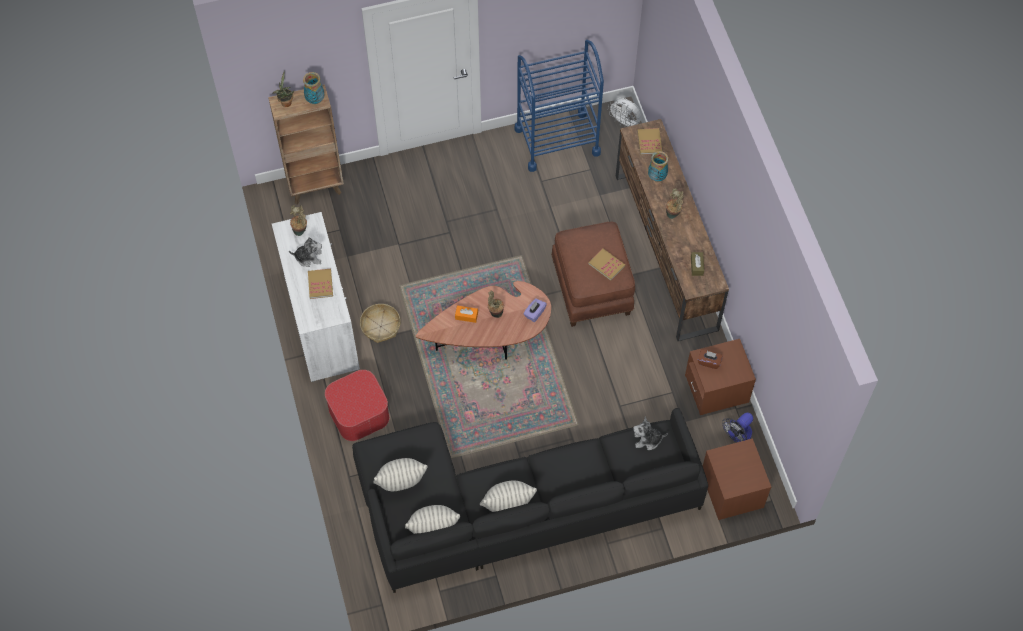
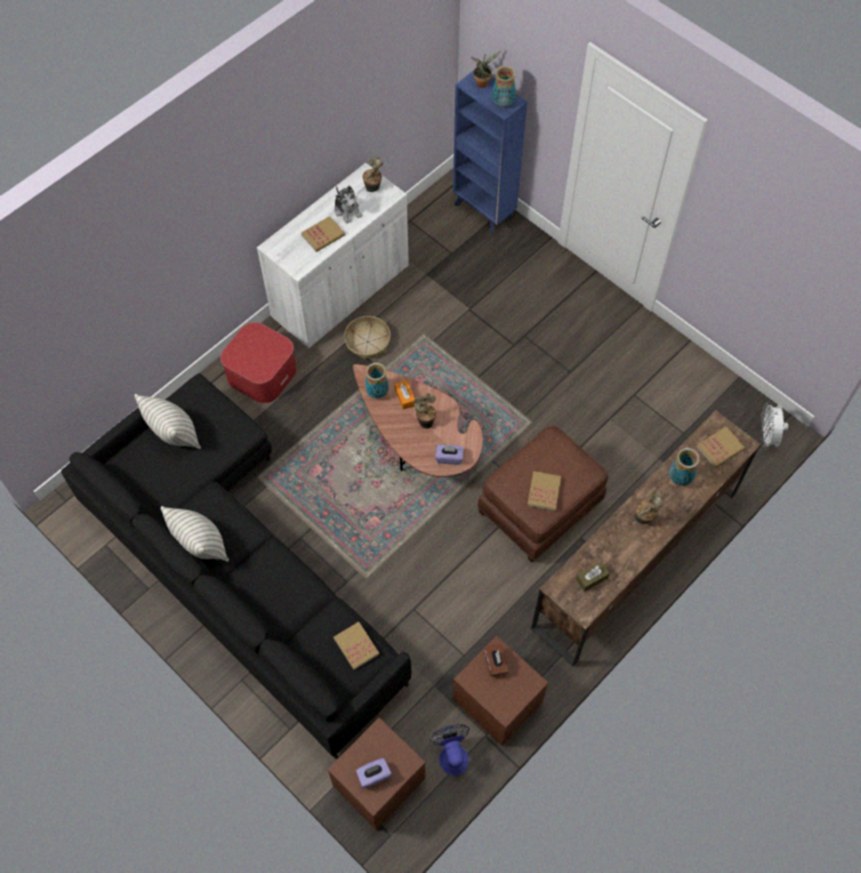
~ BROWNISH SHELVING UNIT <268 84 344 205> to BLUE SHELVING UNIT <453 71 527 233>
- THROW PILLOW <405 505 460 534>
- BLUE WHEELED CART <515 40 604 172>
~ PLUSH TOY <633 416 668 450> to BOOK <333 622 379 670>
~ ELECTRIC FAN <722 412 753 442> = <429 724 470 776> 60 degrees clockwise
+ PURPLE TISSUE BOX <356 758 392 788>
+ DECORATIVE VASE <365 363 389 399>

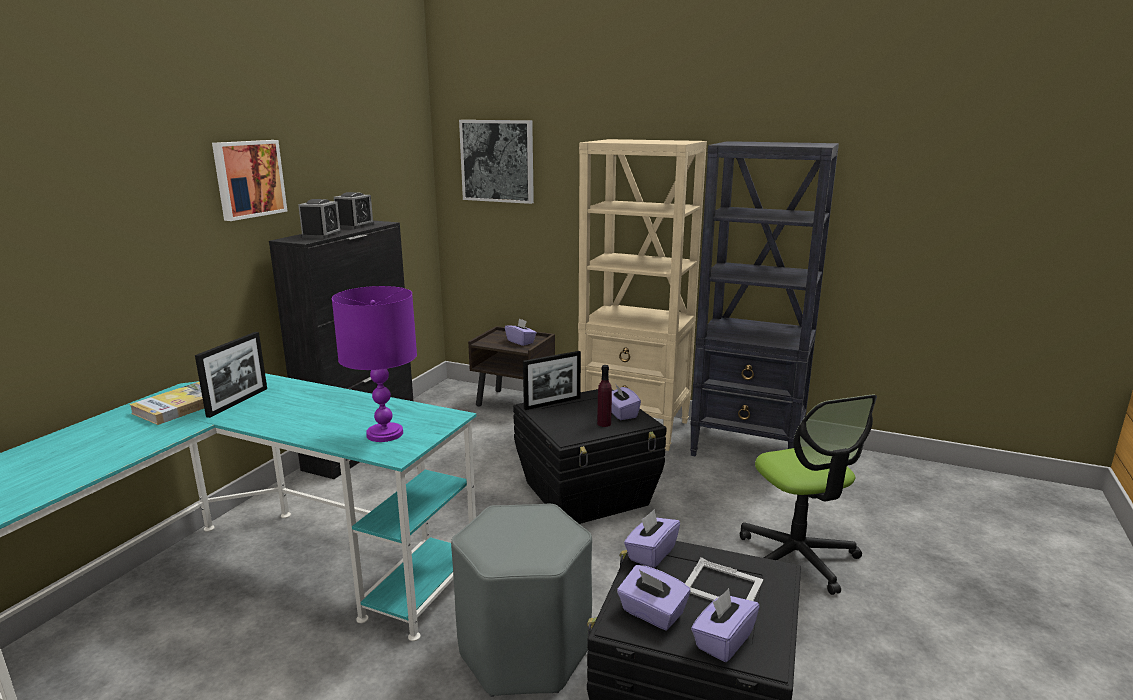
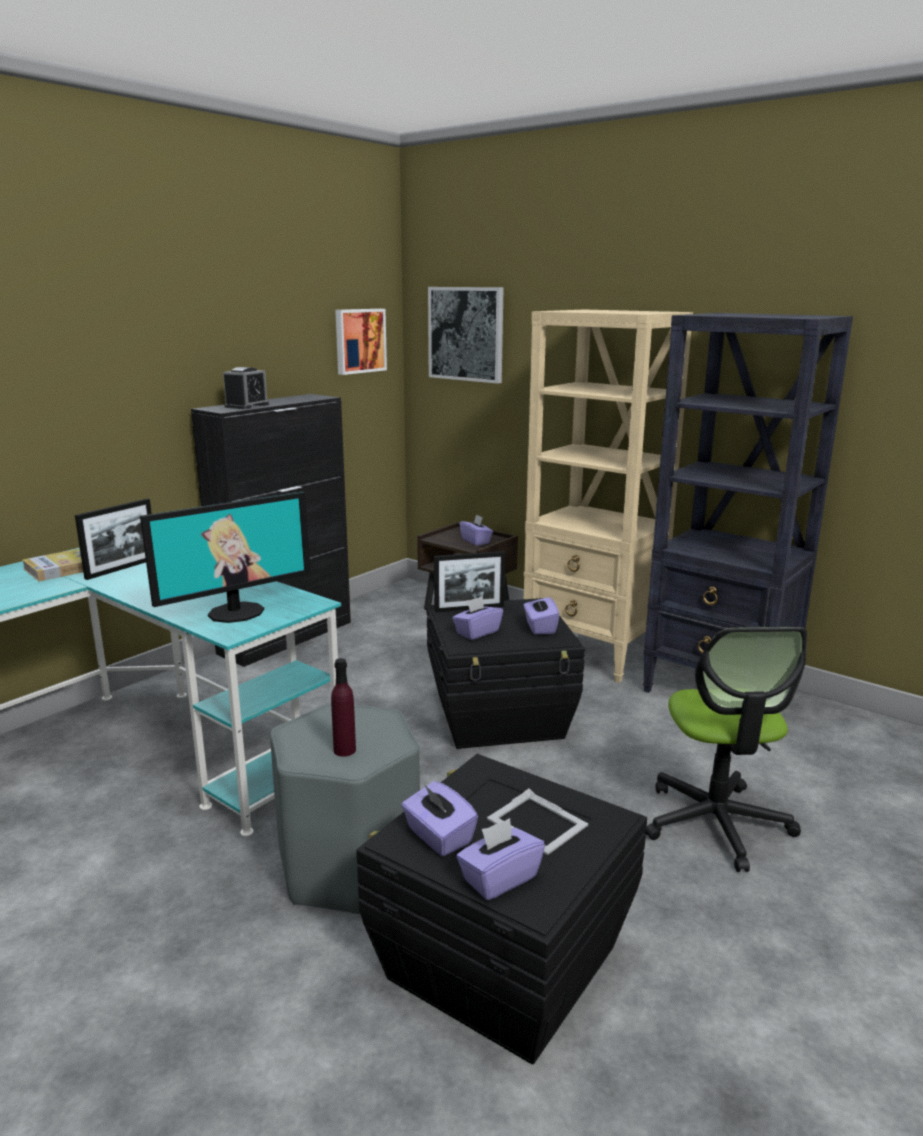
~ PICTURE <212 140 288 221> to <335 309 387 375>
~ PURPLE LAMP FOR A TABLE <332 286 417 442> to COMPUTER SCREEN <140 491 311 623>
- BEDSIDE CLOCK <334 192 374 229>
~ PURPLE BEVERAGE BOTTLE <597 365 612 427> to <331 658 356 757>
~ PURPLE TISSUE BOX <624 509 680 568> to <452 596 503 640>

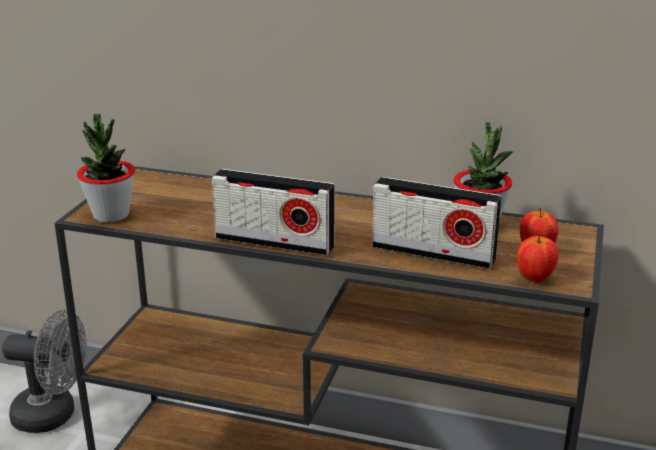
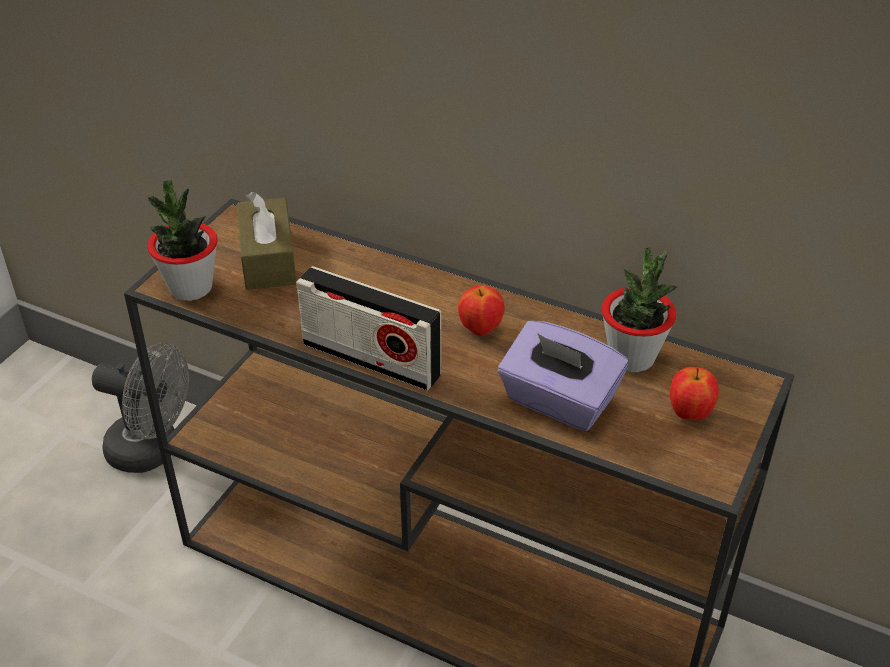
~ RADIO SET <372 177 502 269> to PURPLE TISSUE BOX <498 320 628 431>
~ APPLE <517 236 559 283> to <458 286 505 336>
+ BROWNISH TISSUE BOX <237 192 297 290>

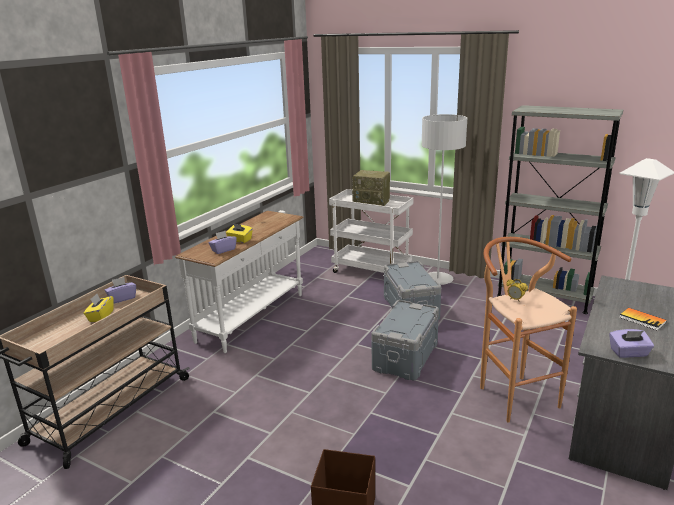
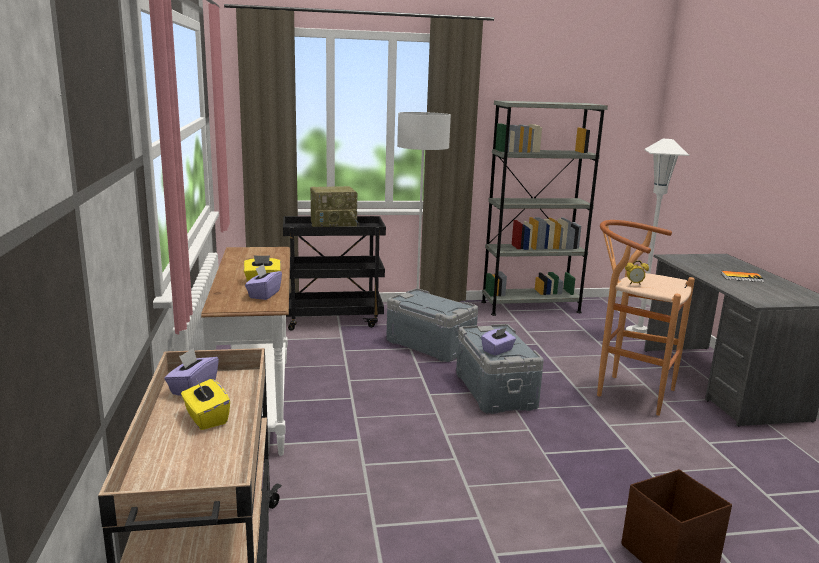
~ WHITE WHEELED CART <329 189 414 276> to BLACK-COLOURED WHEELED CART <283 216 386 330>
~ PURPLE TISSUE BOX <609 329 654 358> to <481 328 516 356>

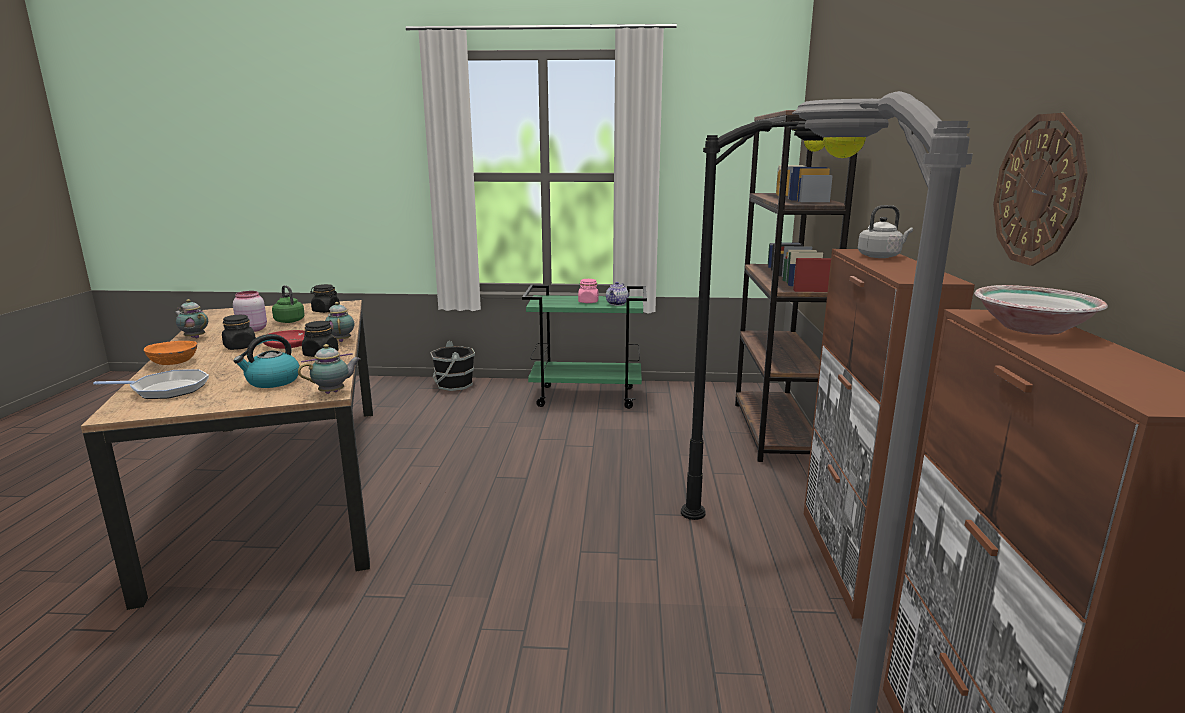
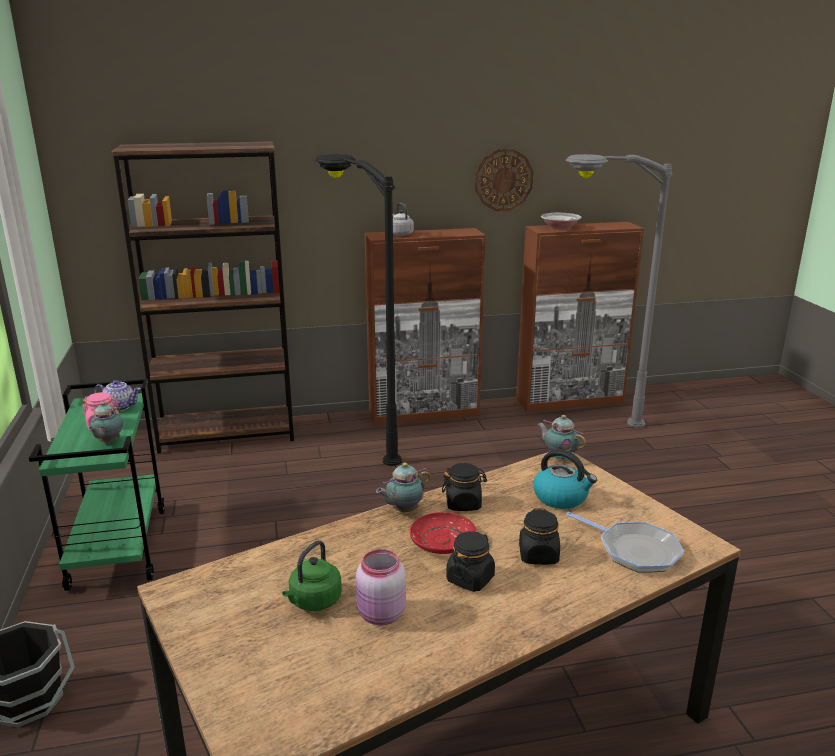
~ PAN <93 369 209 399> = <566 512 684 573> 150 degrees clockwise
- ORANGEY SERVING BOWL <144 341 197 365>
~ TEAPOT <174 299 208 338> to <88 402 123 443>
~ BLACK-COLOURED STORAGE JAR <310 284 340 313> to <519 508 560 565>

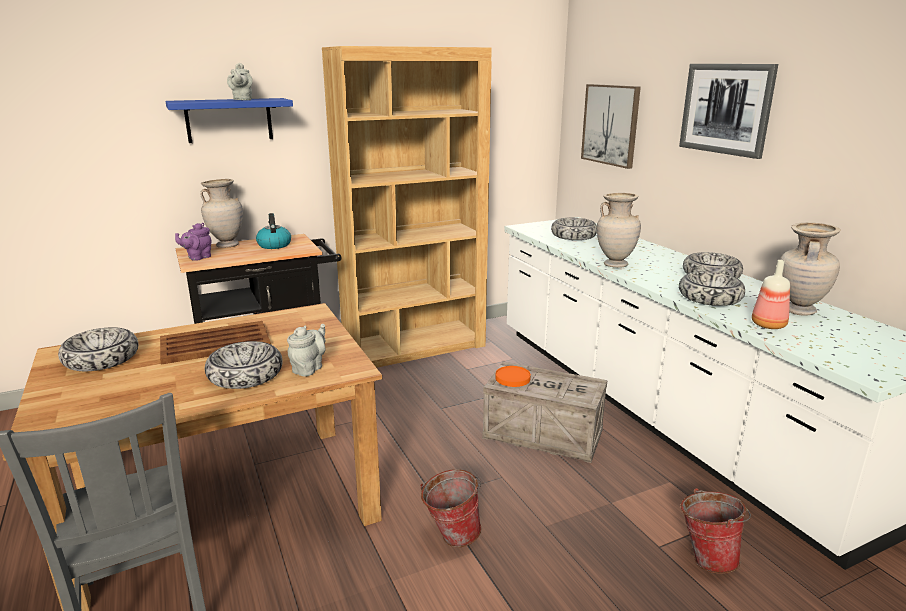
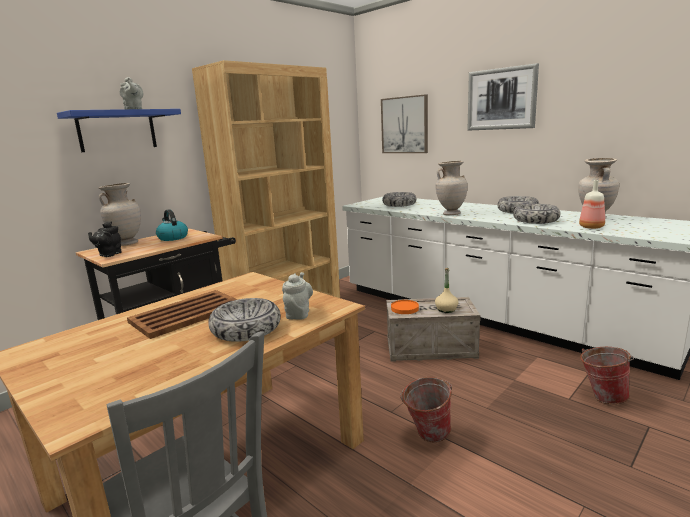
- SERVING BOWL <58 327 138 371>
~ PURPLE TEAPOT <175 223 211 261> to BLACK-COLOURED TEAPOT <88 222 122 257>
+ BEIGE BEVERAGE BOTTLE <435 268 458 313>

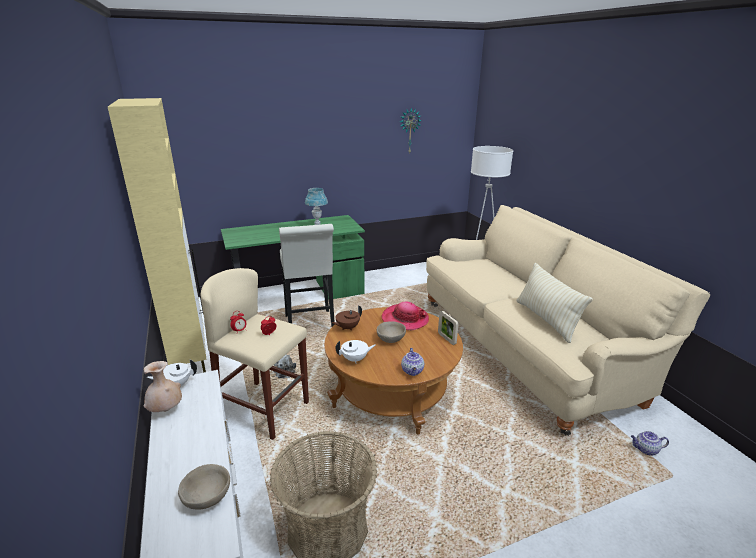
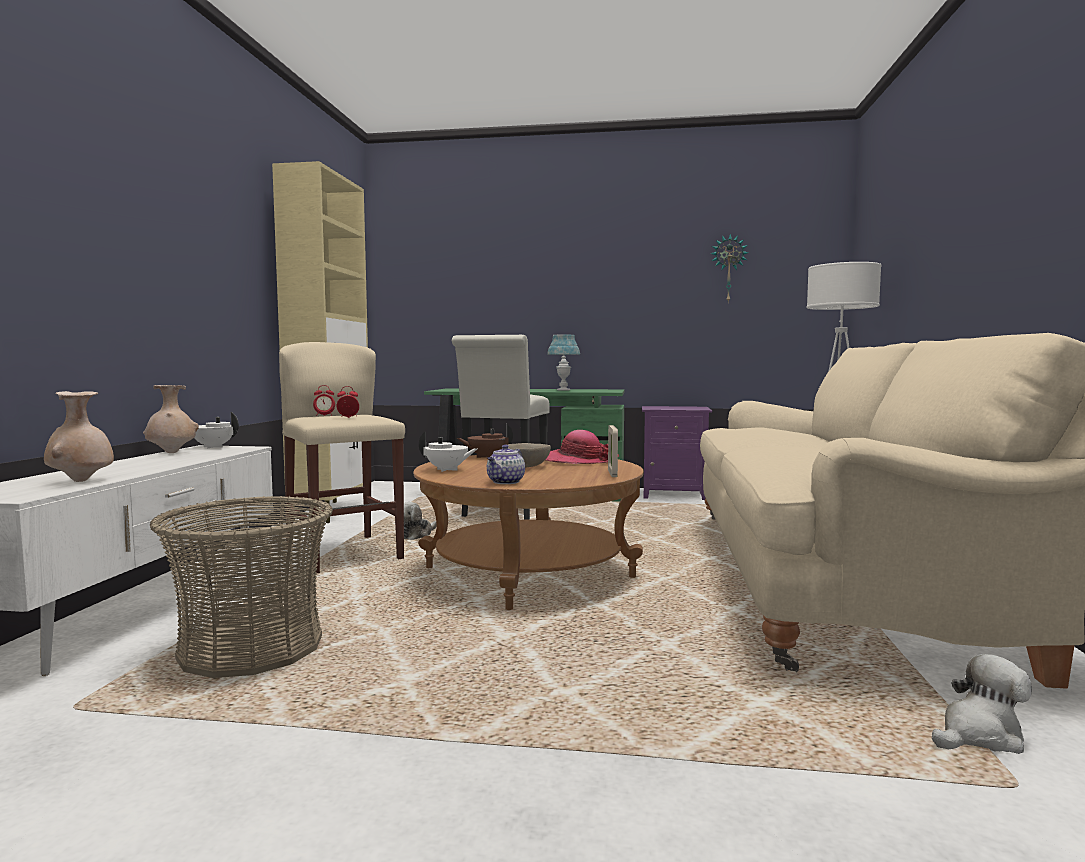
~ BEIGE SERVING BOWL <178 464 230 509> to BEIGE DECORATIVE VASE <44 391 114 482>
- BEIGE THROW PILLOW <516 263 593 343>
~ TEAPOT <631 431 669 456> to PLUSH TOY <932 654 1032 754>
+ PURPLE NIGHTSTAND <642 406 712 500>

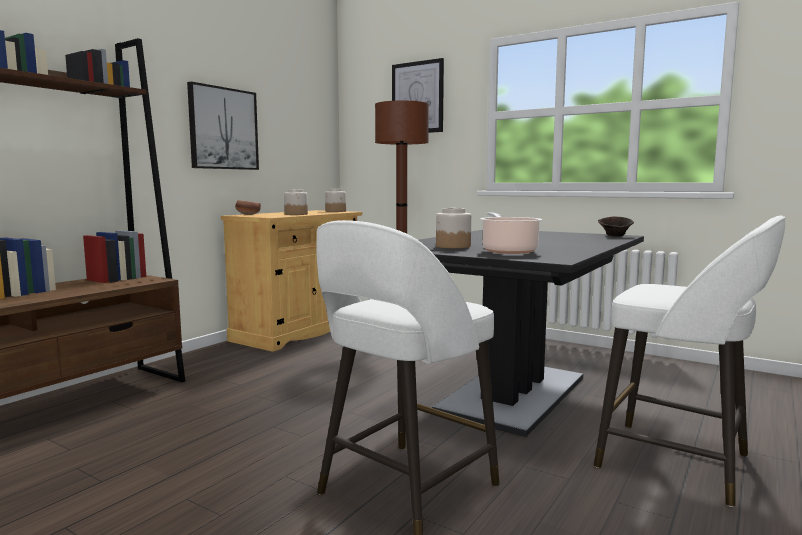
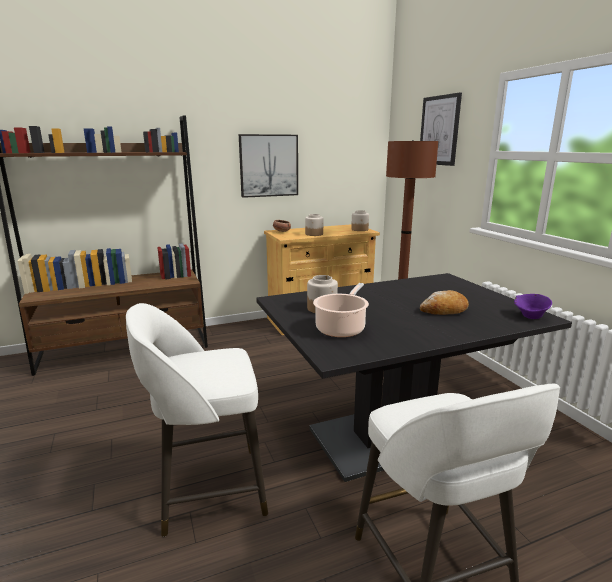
~ BROWNISH SERVING BOWL <598 216 634 237> to PURPLE SERVING BOWL <514 294 552 319>
+ BAKED BREAD <420 290 469 315>

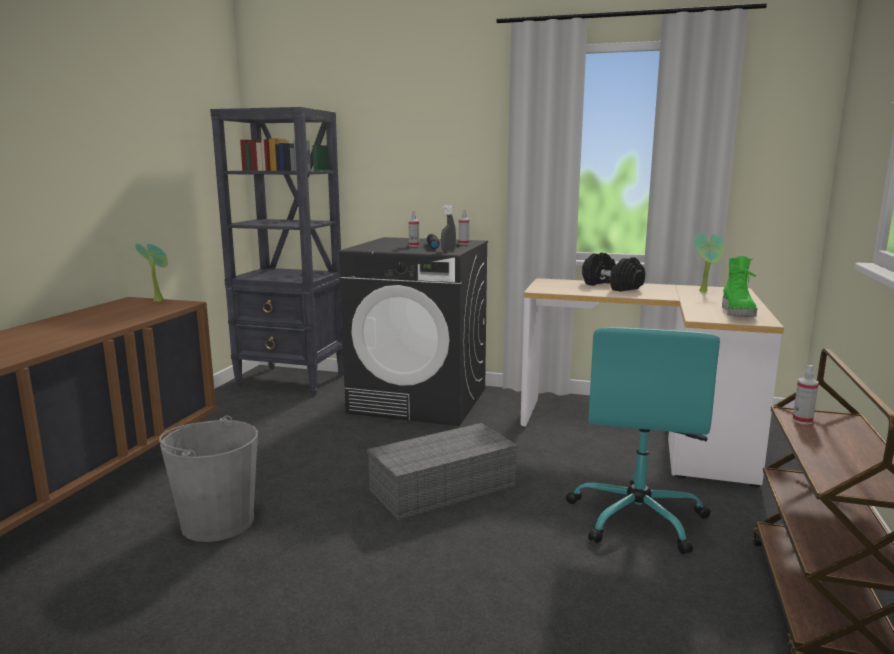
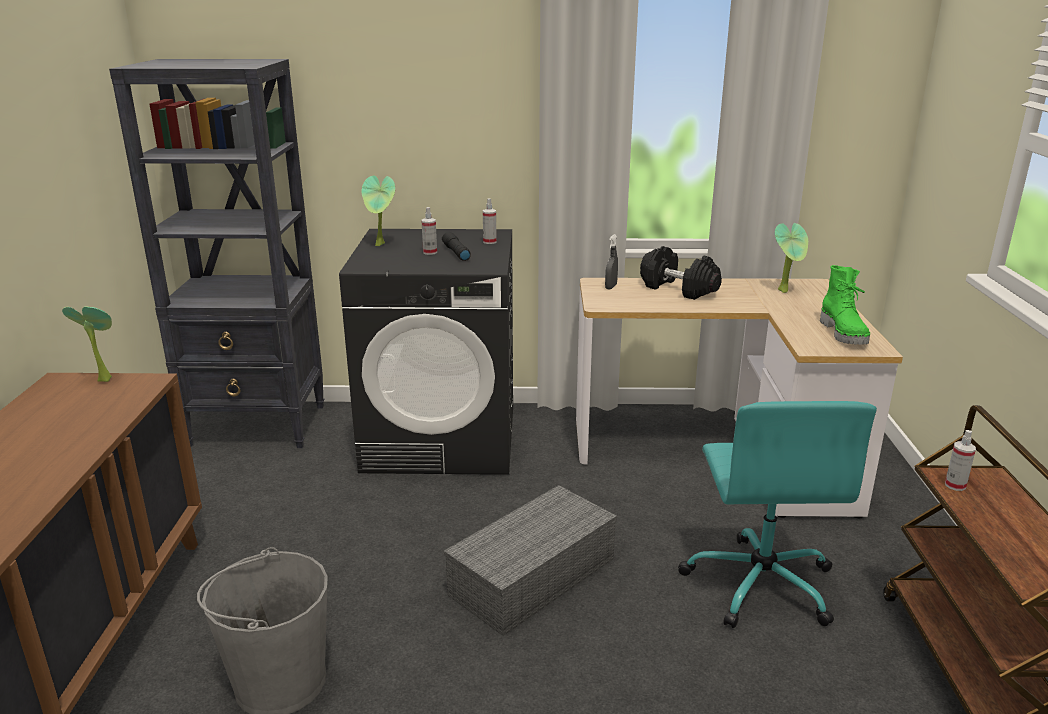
~ GRAY HAND SPRAYER <441 205 456 251> to <605 235 618 290>
+ POTTED PLANT <362 176 395 246>

